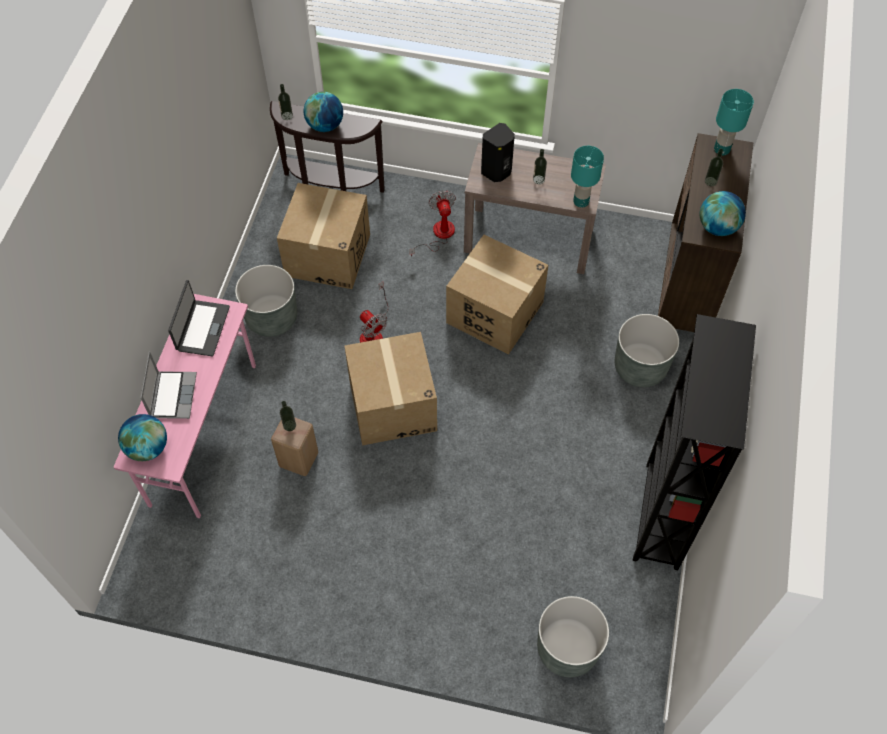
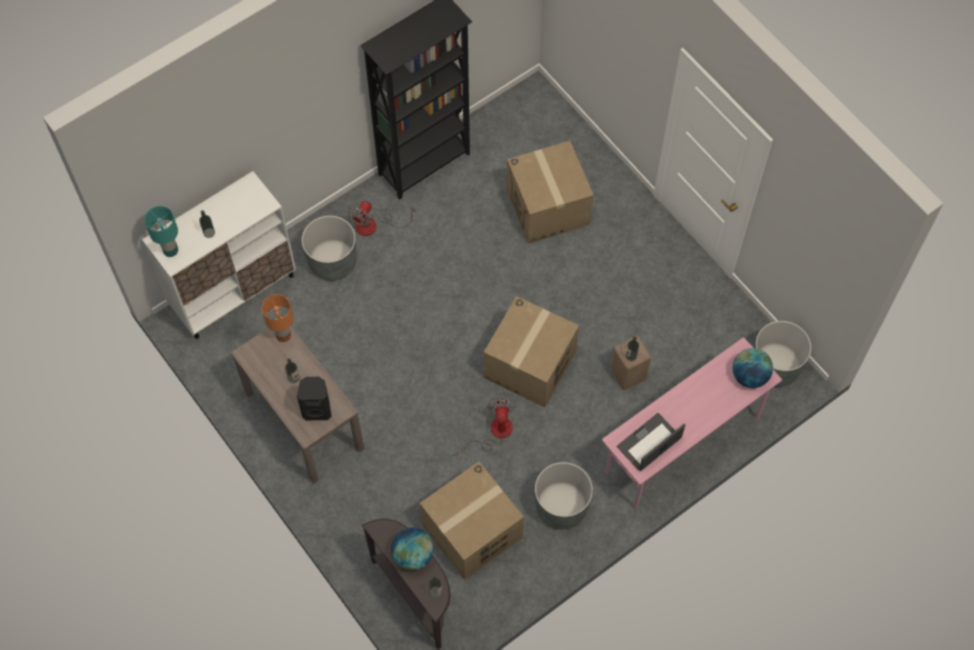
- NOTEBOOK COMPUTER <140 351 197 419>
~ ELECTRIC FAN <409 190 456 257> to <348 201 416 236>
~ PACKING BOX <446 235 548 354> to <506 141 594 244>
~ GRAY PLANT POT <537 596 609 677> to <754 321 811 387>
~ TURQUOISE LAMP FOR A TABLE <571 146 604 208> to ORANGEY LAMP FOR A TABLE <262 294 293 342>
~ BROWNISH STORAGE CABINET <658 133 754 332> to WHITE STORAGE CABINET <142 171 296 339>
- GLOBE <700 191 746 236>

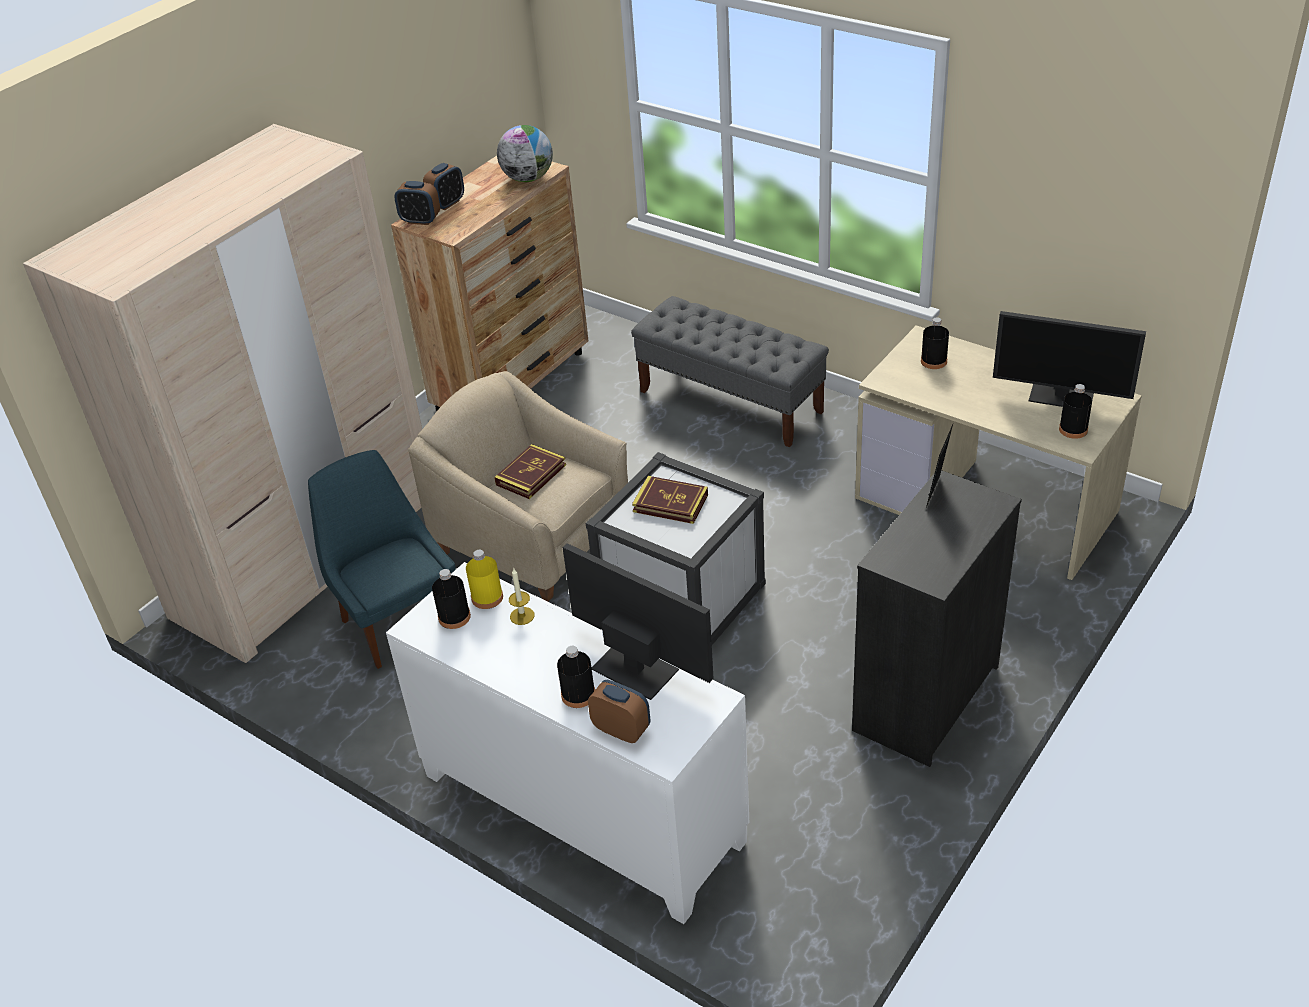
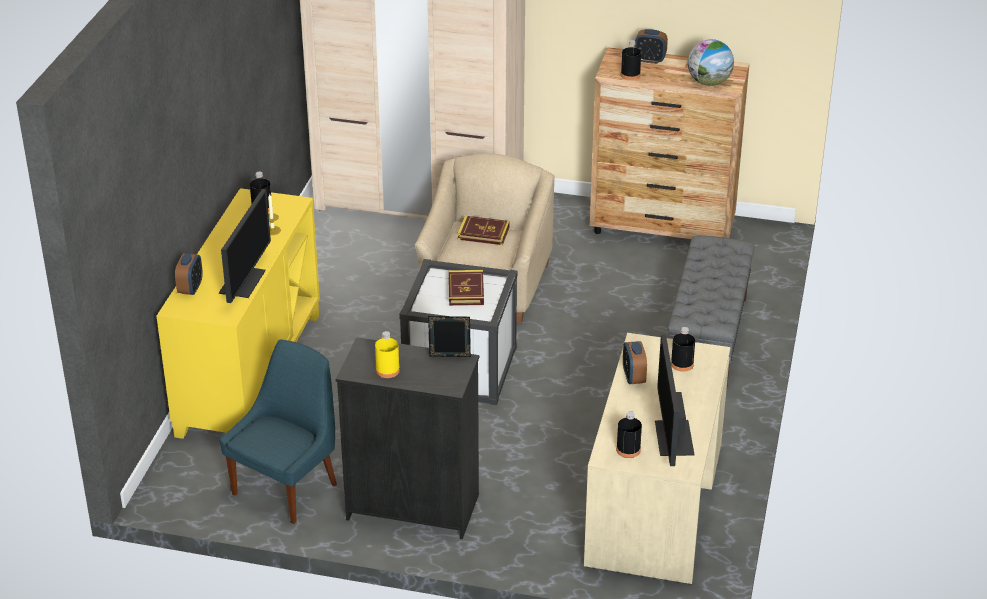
~ BLUE UPRIGHT CHAIR <308 450 456 669> to <220 340 337 524>
~ WHITE STORAGE CABINET <386 562 749 924> to YELLOW-COLOURED STORAGE CABINET <157 188 320 439>
~ BEDSIDE CLOCK <394 181 440 225> to <623 341 647 384>
~ YELLOW-COLOURED BEVERAGE BOTTLE <466 550 503 609> to <375 331 400 378>
~ BLACK-COLOURED BEVERAGE BOTTLE <557 646 595 708> to <621 40 641 80>

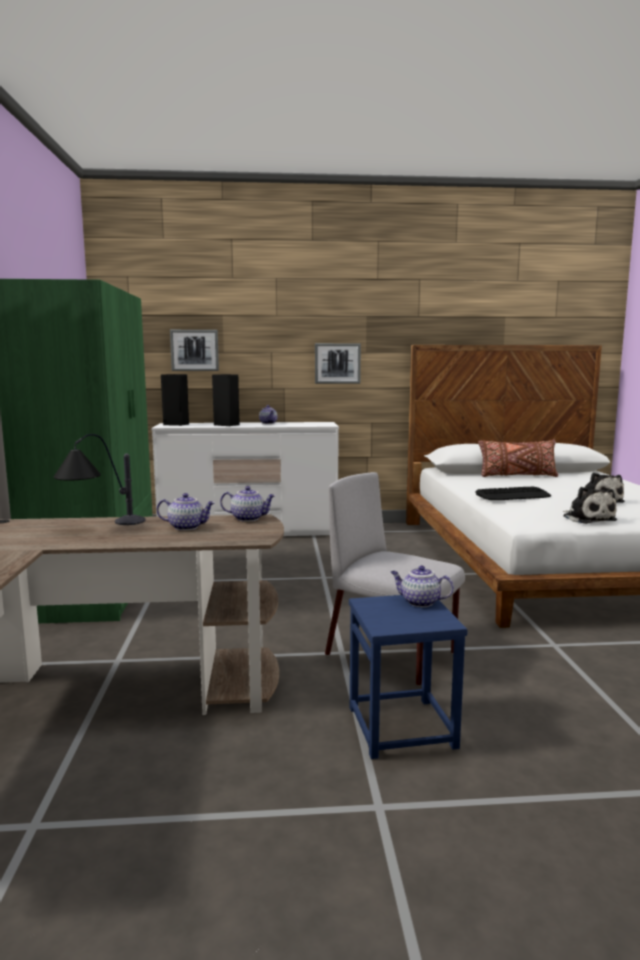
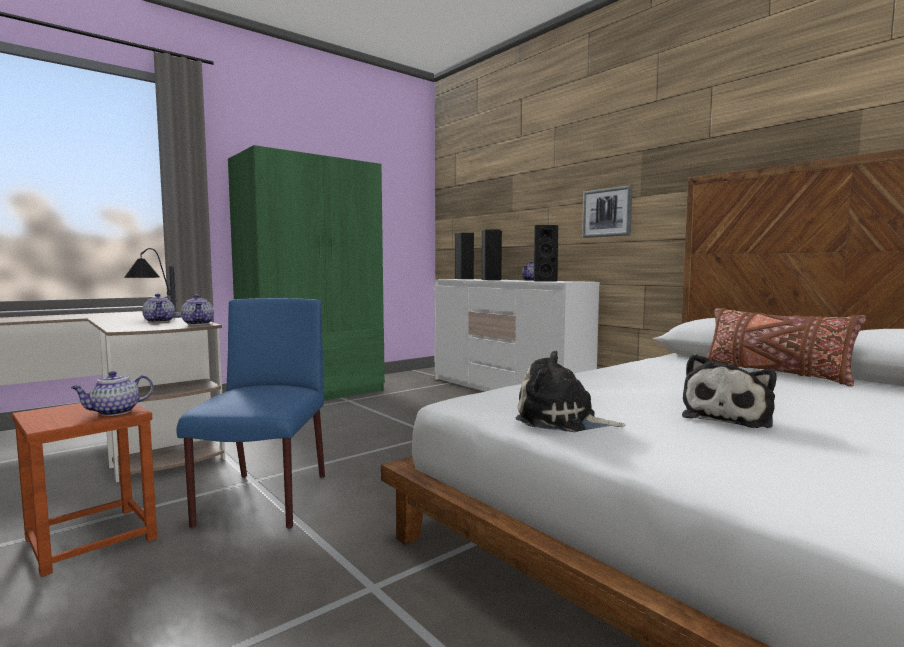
- PICTURE <170 330 219 371>
~ GRAY UPRIGHT CHAIR <325 472 465 686> to BLUE UPRIGHT CHAIR <176 298 325 529>
~ BLUE STOOL SEAT <349 595 468 759> to BROWNISH STOOL SEAT <12 403 157 577>
~ TEAPOT <391 566 454 607> = <71 371 153 416> 120 degrees counterclockwise
- PC KEYBOARD <476 487 551 500>
~ PLUSH TOY <563 487 617 524> = <516 351 625 432> 75 degrees clockwise
+ BLACK-COLOURED LOUDSPEAKER <534 225 559 282>

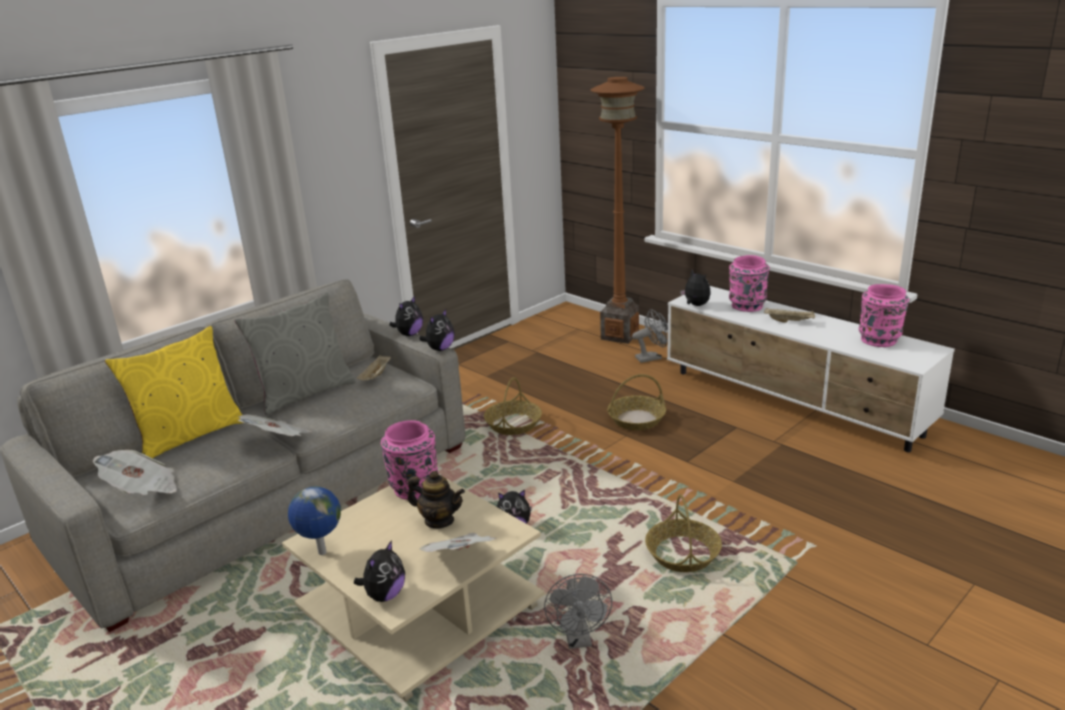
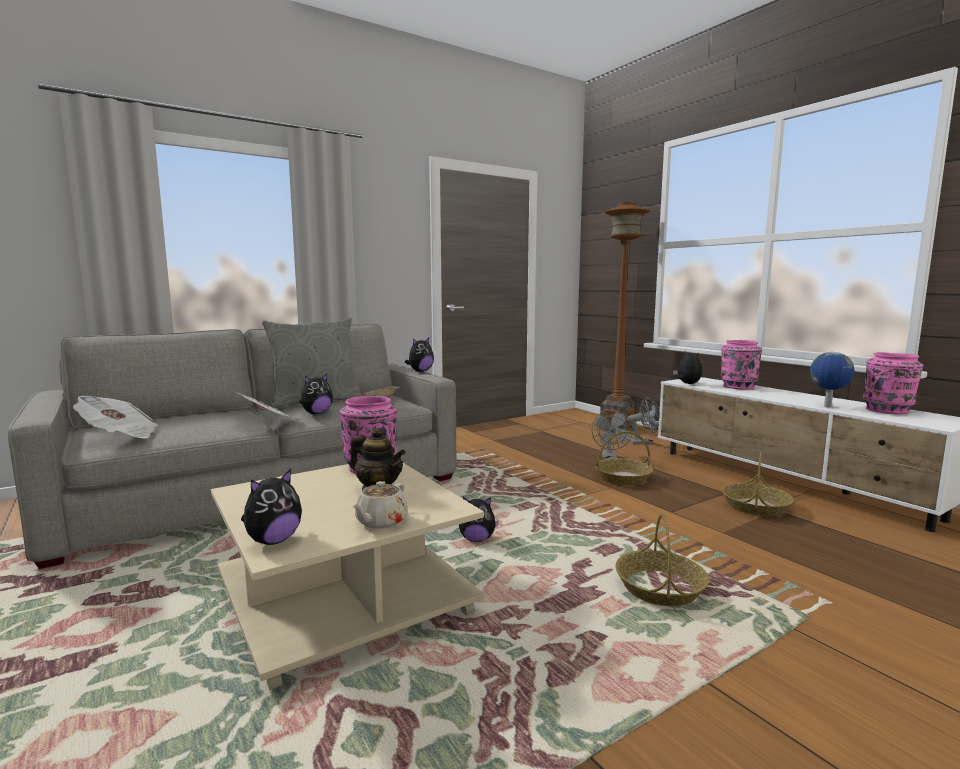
- YELLOW-COLOURED THROW PILLOW <105 326 243 458>
~ GLOBE <288 486 341 555> to <810 352 855 408>
~ PLUSH TOY <419 309 455 351> to <299 373 333 414>
~ NEWSPAPER <419 533 495 552> to BEIGE TEAPOT <352 481 408 529>
~ HOUSEHOLD BASKET <484 377 542 435> to <722 452 794 516>
~ GRAY ELECTRIC FAN <544 574 612 649> to <592 409 633 459>
- BEIGE SERVING TRAY <764 308 815 323>

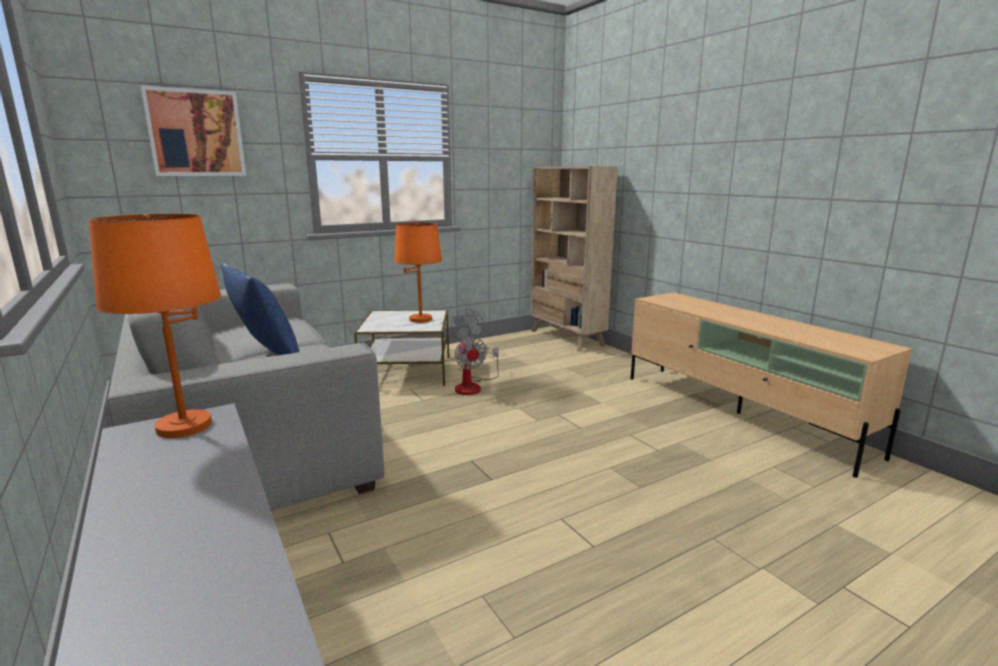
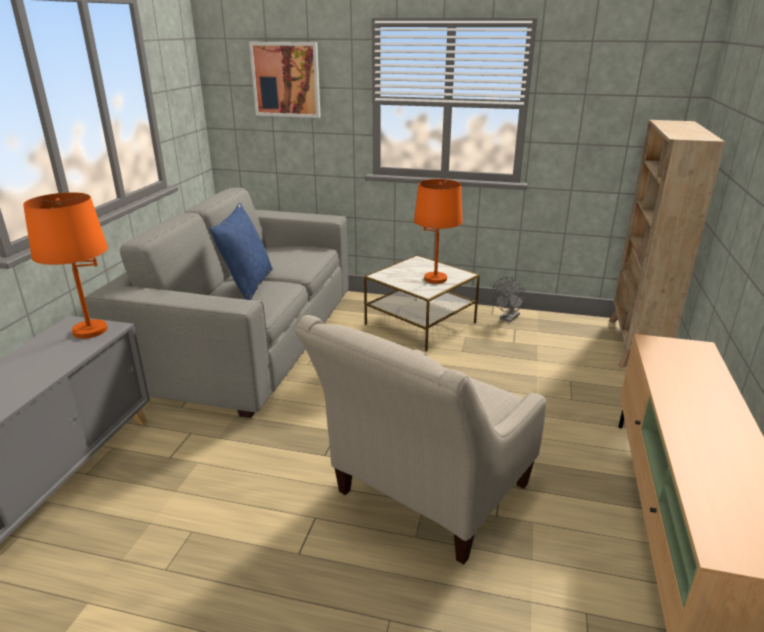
- ELECTRIC FAN <455 337 499 395>
+ BEIGE EASY CHAIR <295 315 546 564>

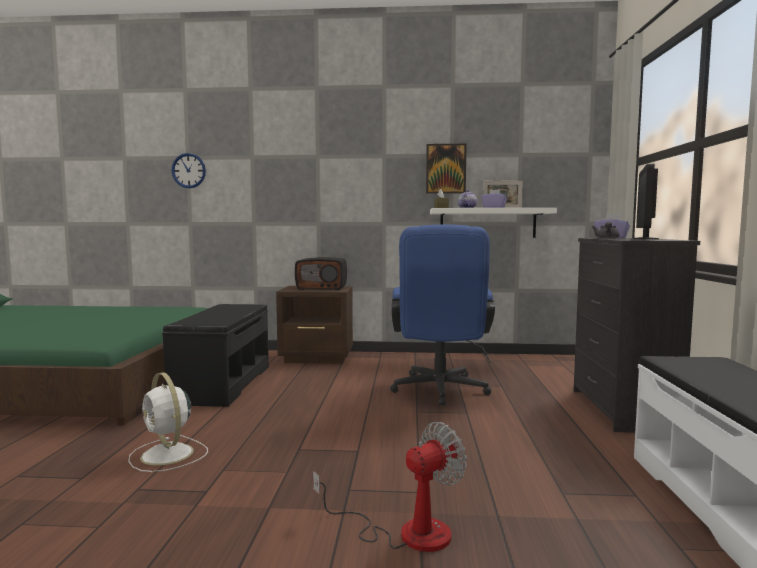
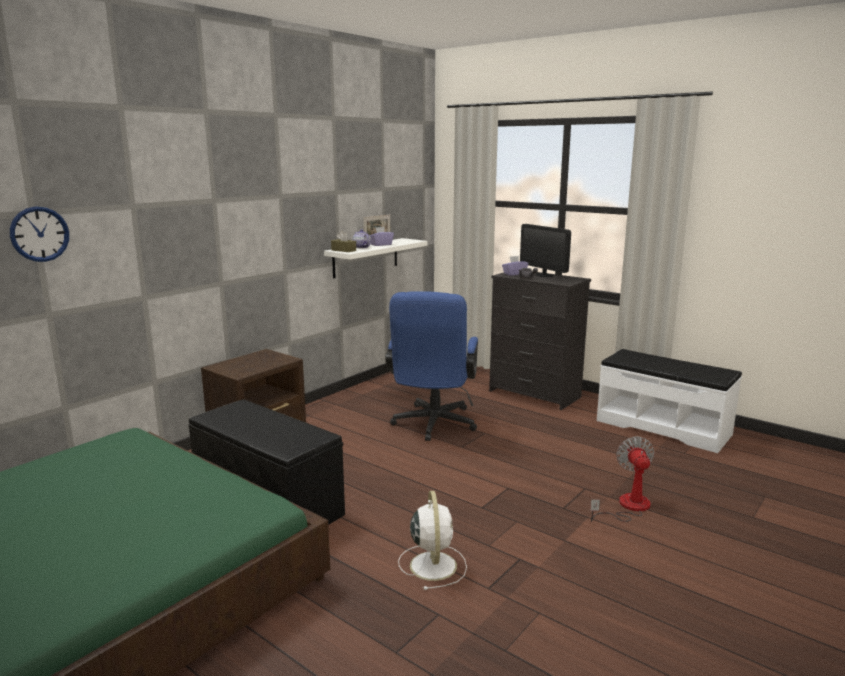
~ WHITE ELECTRIC FAN <128 372 208 472> = <398 491 467 590> 90 degrees counterclockwise
- RADIO SET <295 257 347 290>
~ BLUE DESK CHAIR <390 225 495 406> = <385 291 478 441> 60 degrees clockwise
- PICTURE <426 144 467 194>

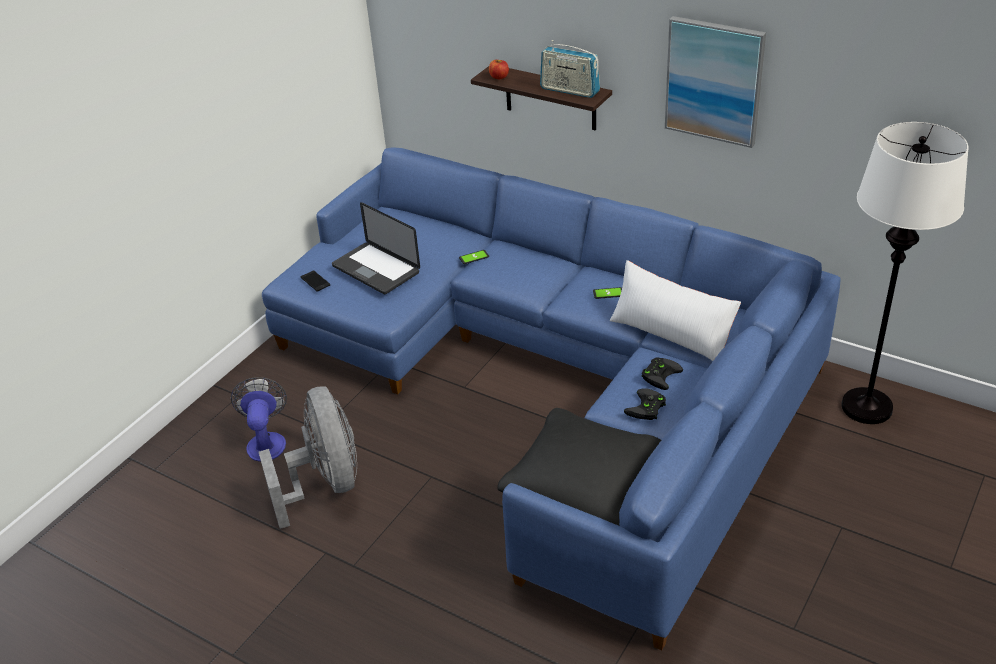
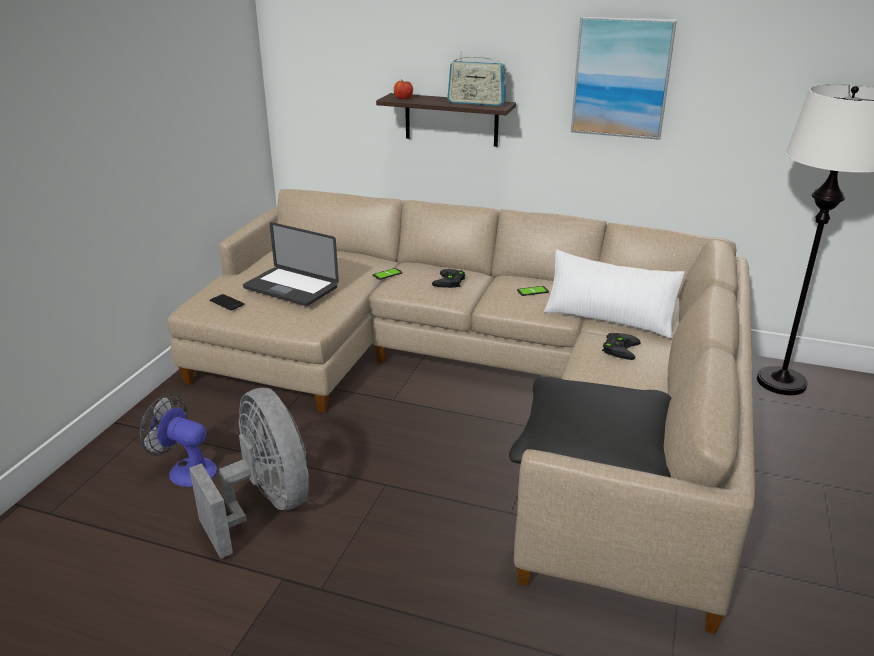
~ ELECTRIC FAN <231 377 287 461> = <140 394 217 487> 45 degrees counterclockwise
~ BLUE SETTEE <262 147 841 651> to BEIGE SETTEE <167 189 755 634>
~ BLACK-COLOURED GAME CONTROLLER <624 388 666 420> to <432 269 466 288>

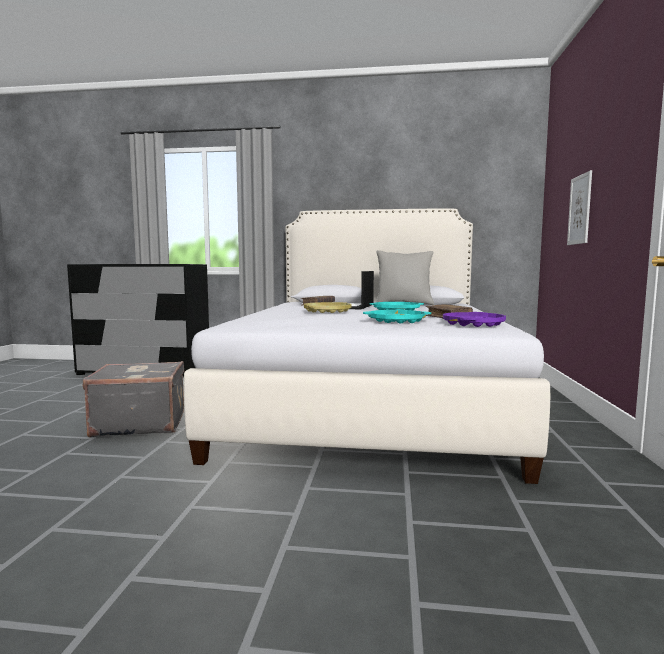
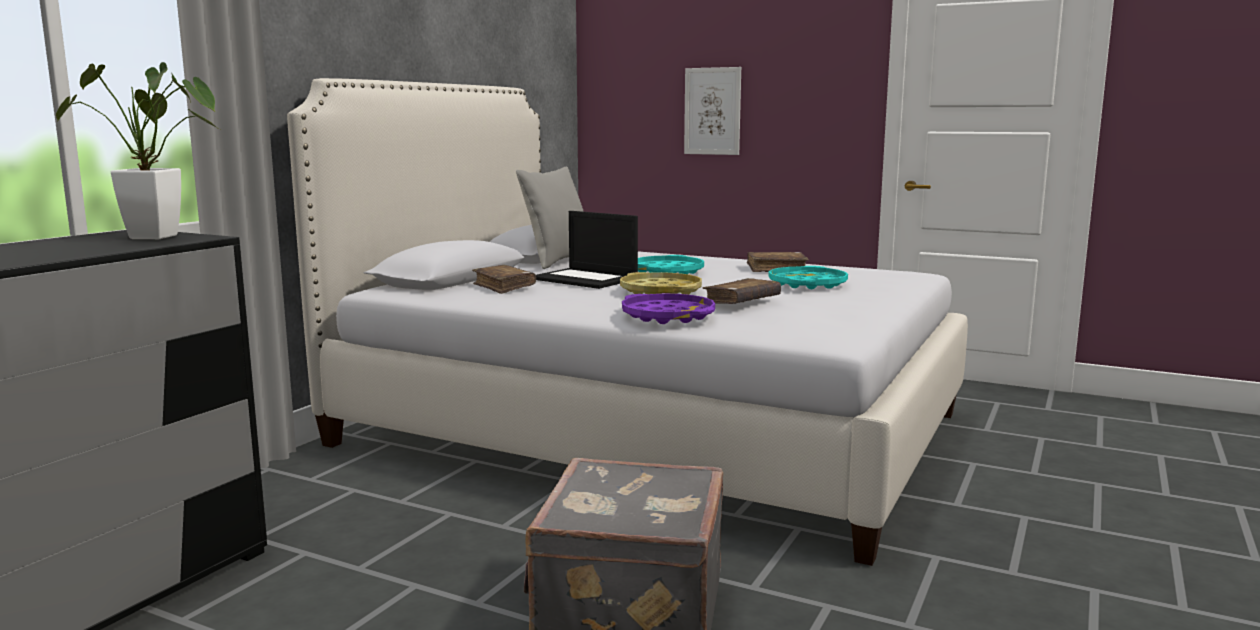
~ PURPLE SERVING TRAY <443 312 506 327> to <622 294 715 324>
+ POTTED PLANT <56 62 217 239>
+ BROWNISH BOOK <702 278 781 304>

